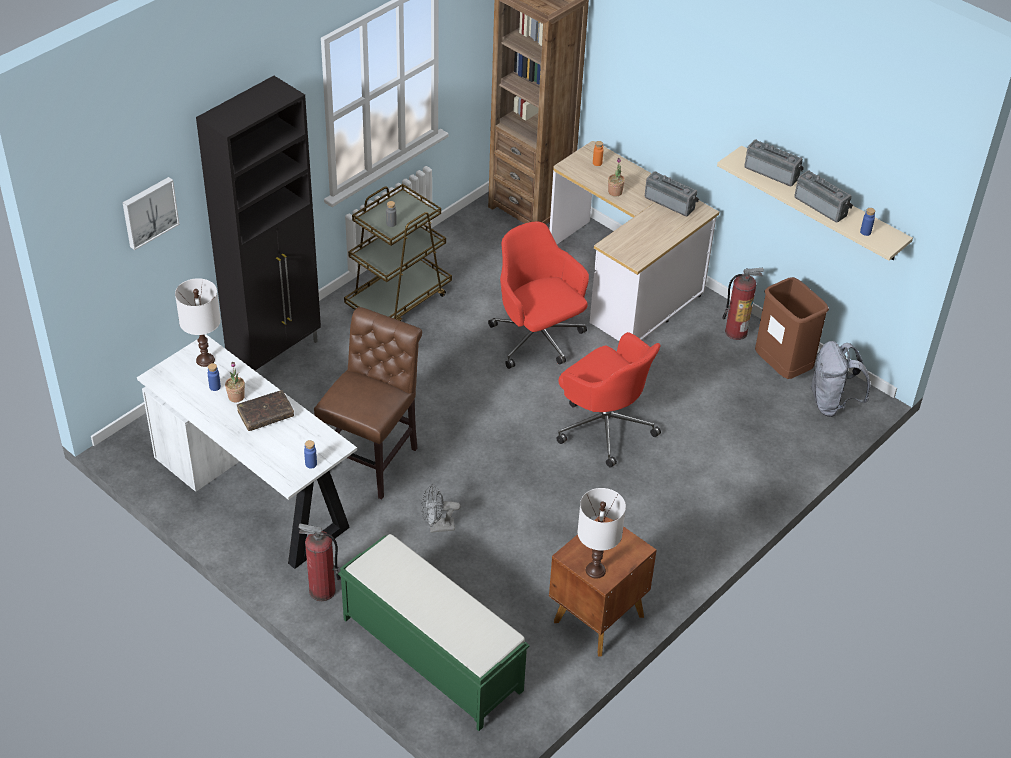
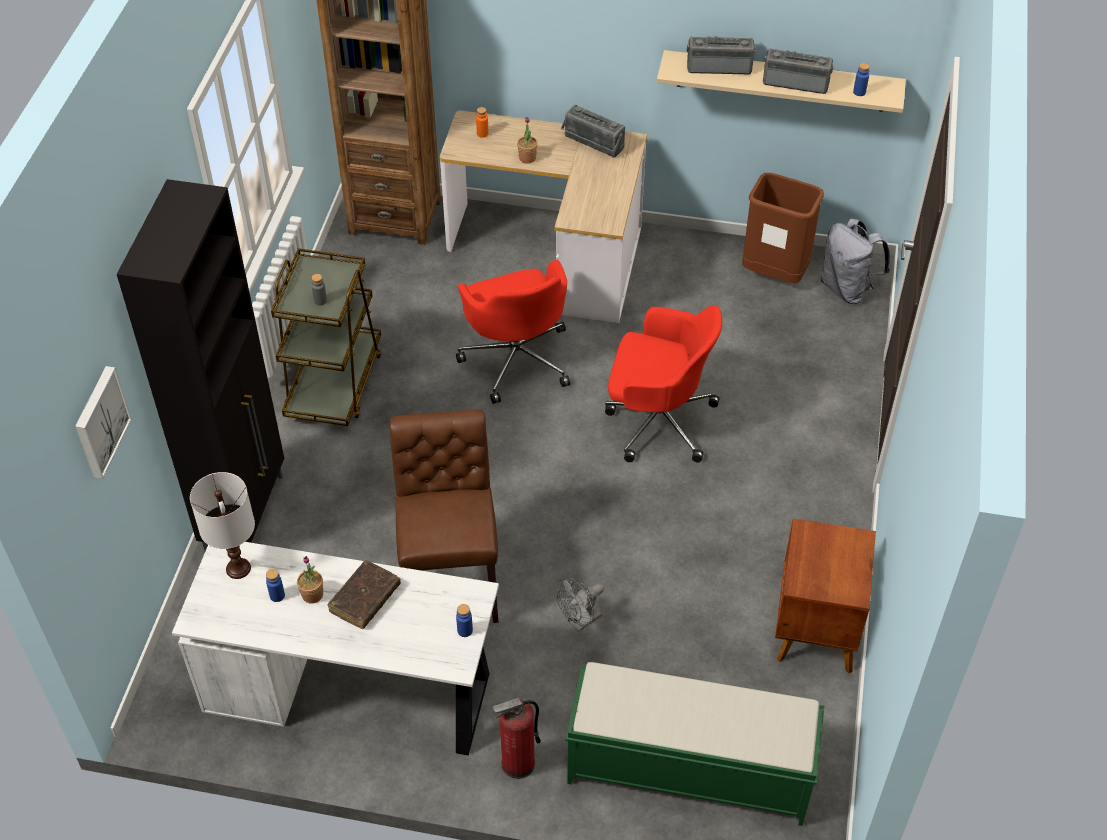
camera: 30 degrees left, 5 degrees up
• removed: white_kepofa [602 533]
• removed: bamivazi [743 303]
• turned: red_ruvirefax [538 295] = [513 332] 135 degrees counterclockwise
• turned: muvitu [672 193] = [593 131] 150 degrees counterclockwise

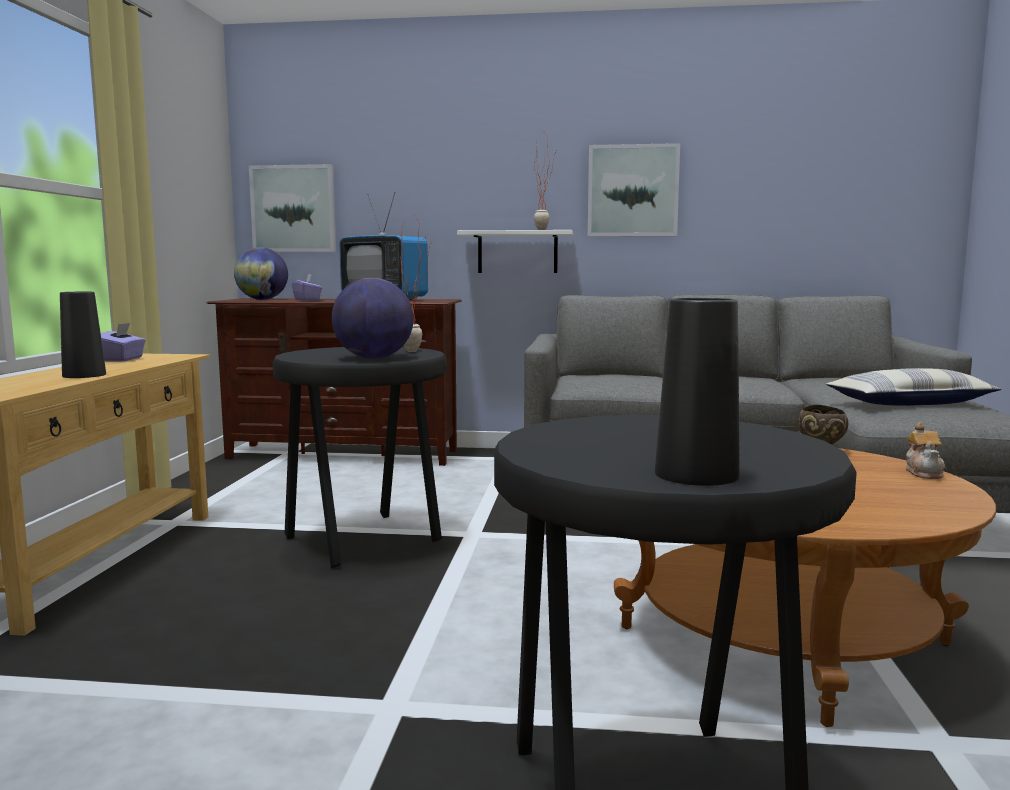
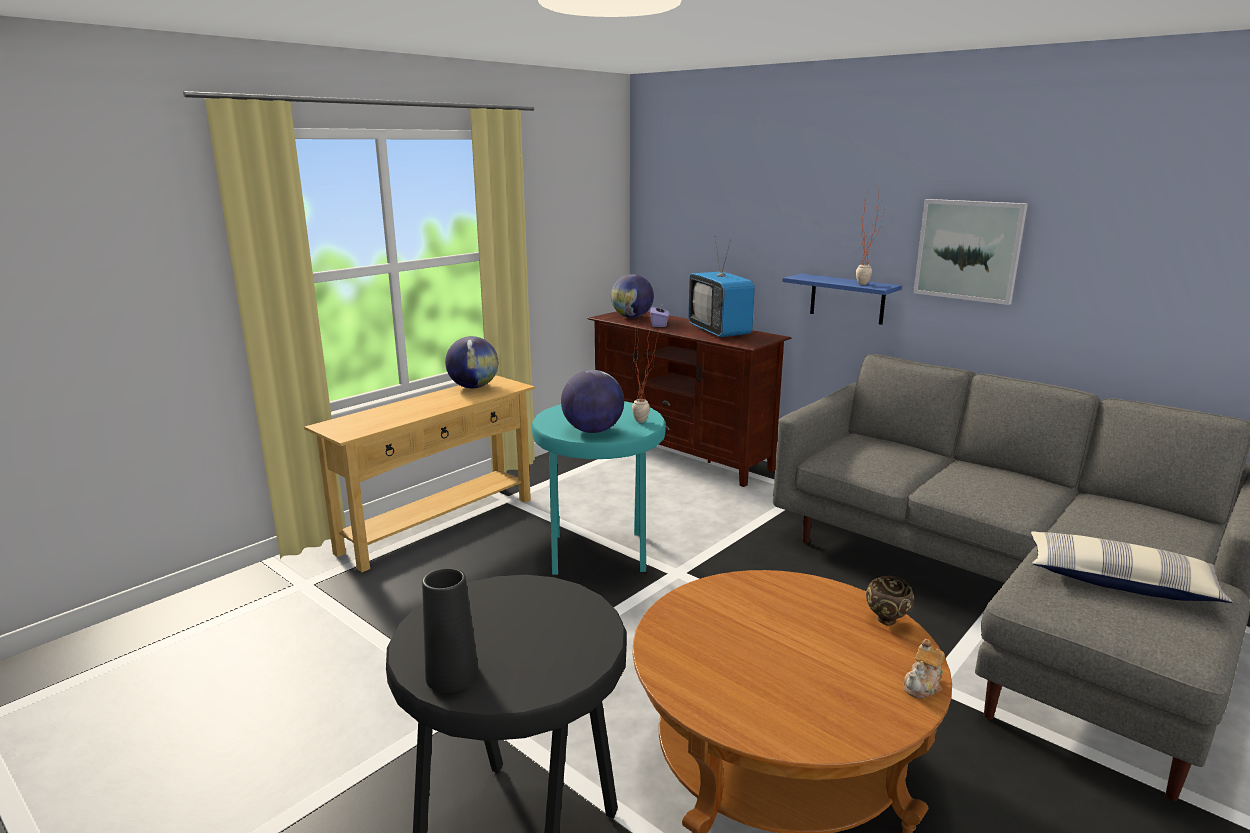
camera: 35 degrees right, 10 degrees up
• removed: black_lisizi [83 335]
• removed: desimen [292 208]
• replaced: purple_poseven [123 342] to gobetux [471 362]
• recoloured: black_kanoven [360 457] to turquoise_kanoven [599 488]
• recoloured: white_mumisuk [515 251] to blue_mumisuk [842 299]

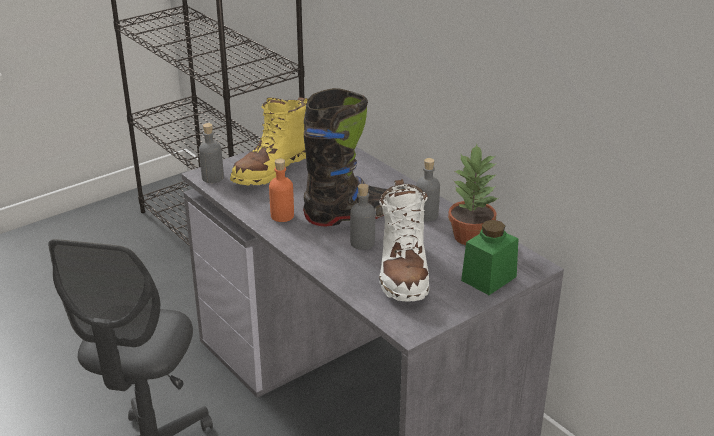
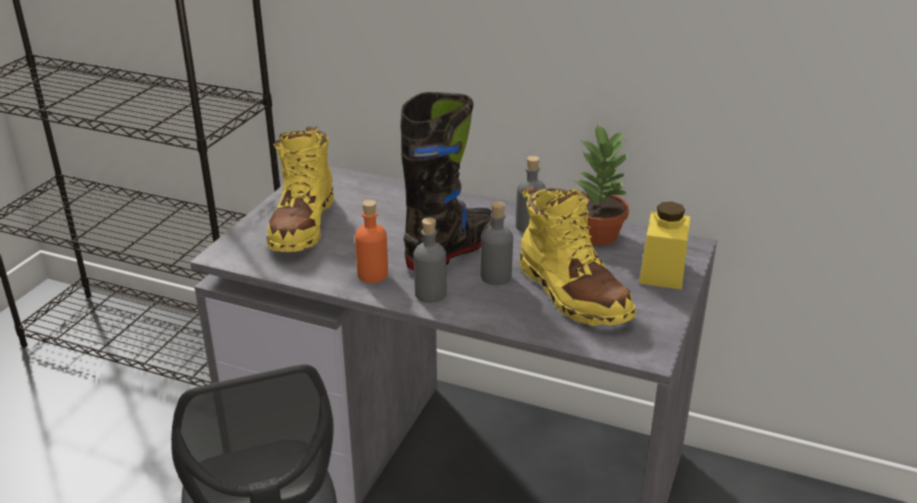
camera: 30 degrees left, 0 degrees up
• moved: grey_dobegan [211 153] to [430 260]
• recoloured: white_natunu [404 240] to yellow_natunu [577 255]
• recoloured: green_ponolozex [489 257] to yellow_ponolozex [664 246]

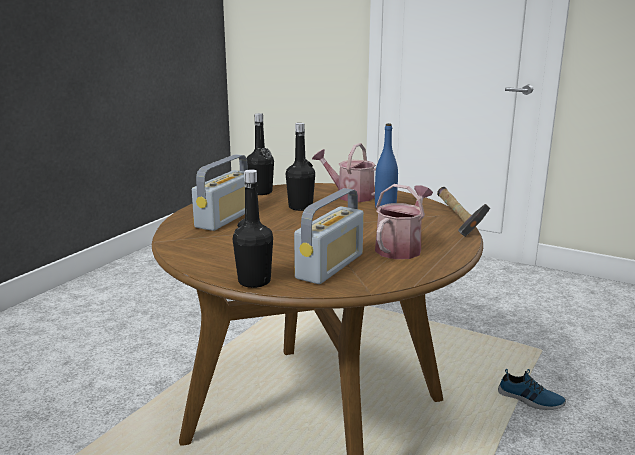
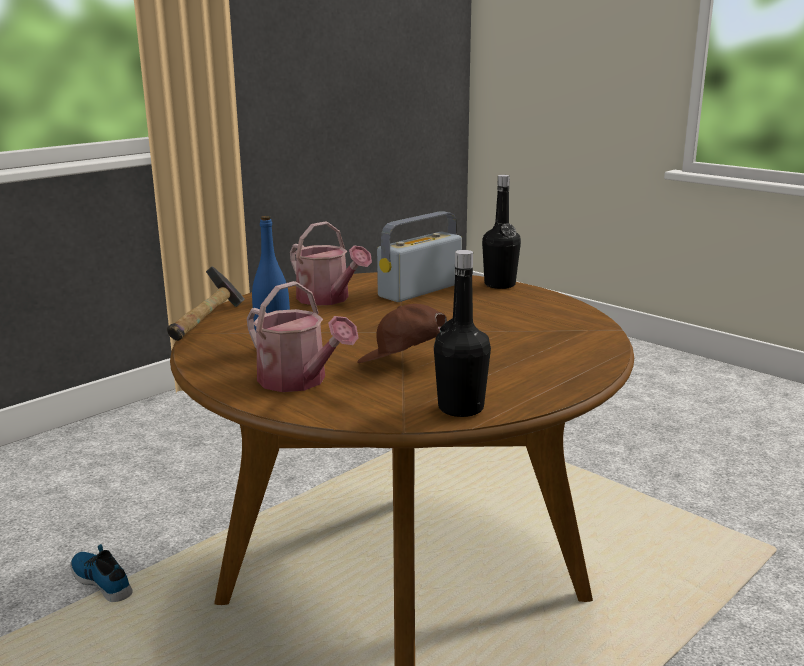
camera: 165 degrees left, 0 degrees up
• removed: muvitu [220 192]
• replaced: black_dobegan [300 167] to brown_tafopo [402 333]
• turned: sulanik [404 221] = [331 263] 90 degrees counterclockwise

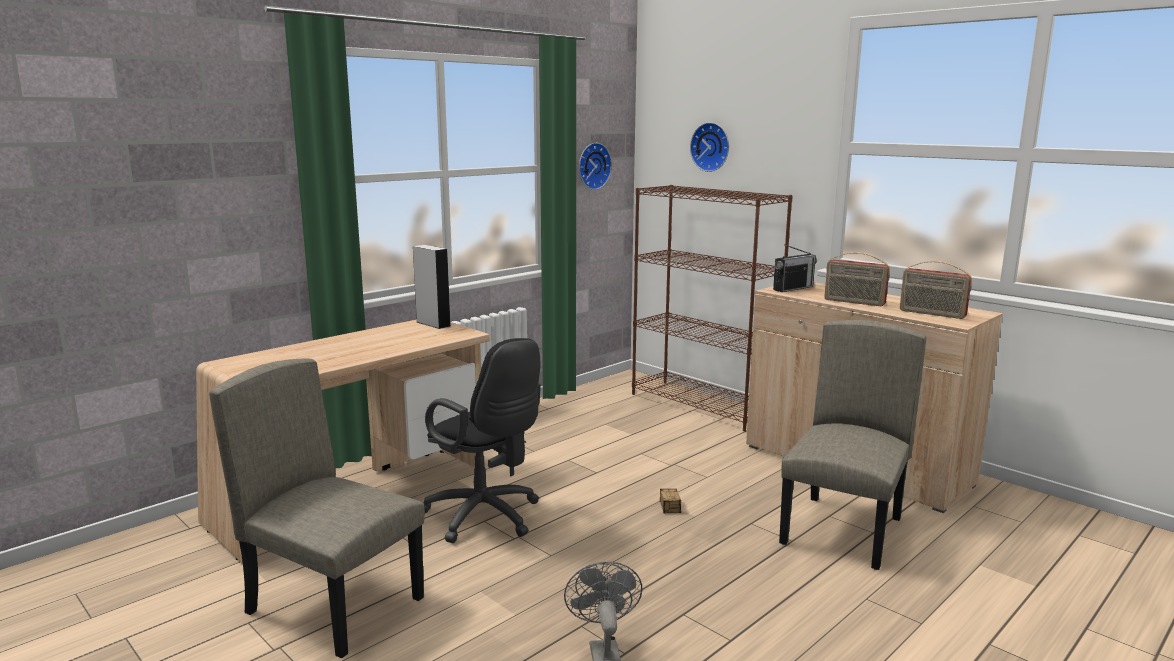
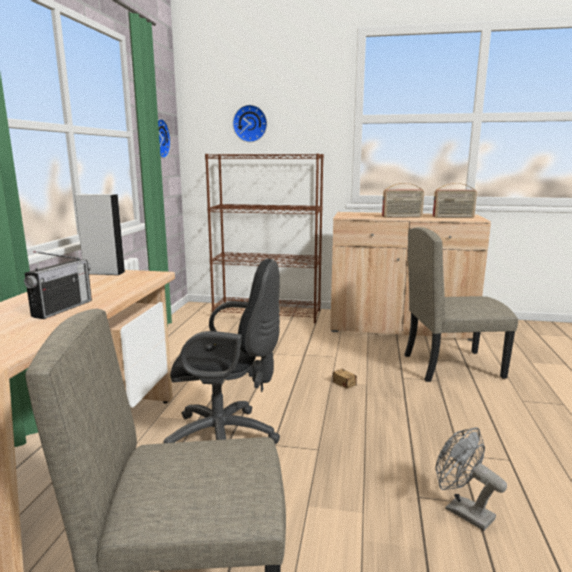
camera: 35 degrees left, 0 degrees up
• moved: muvitu [795 268] to [58 285]
• turned: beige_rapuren [852 445] = [461 304] 90 degrees counterclockwise

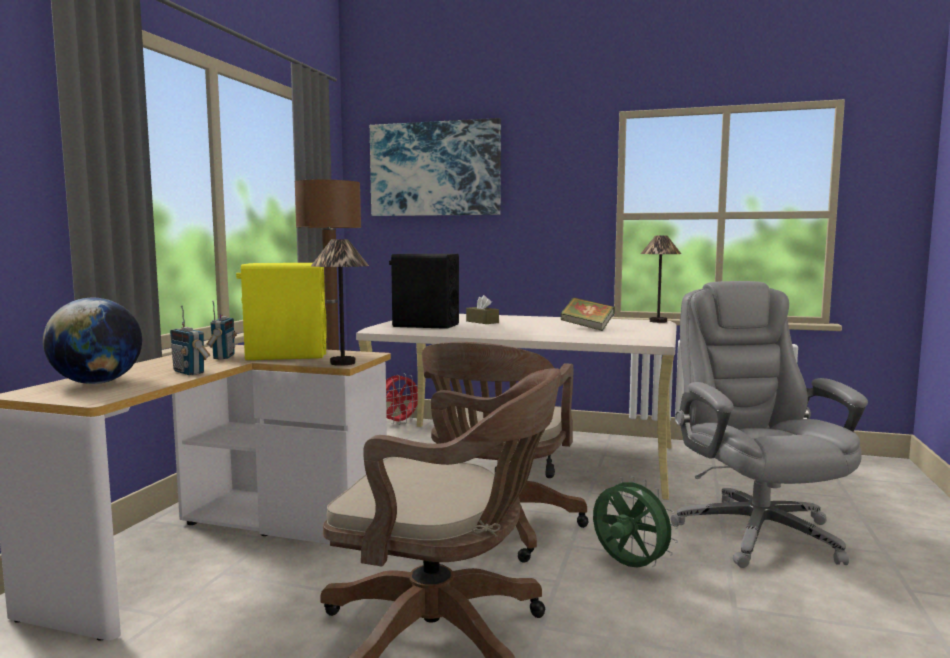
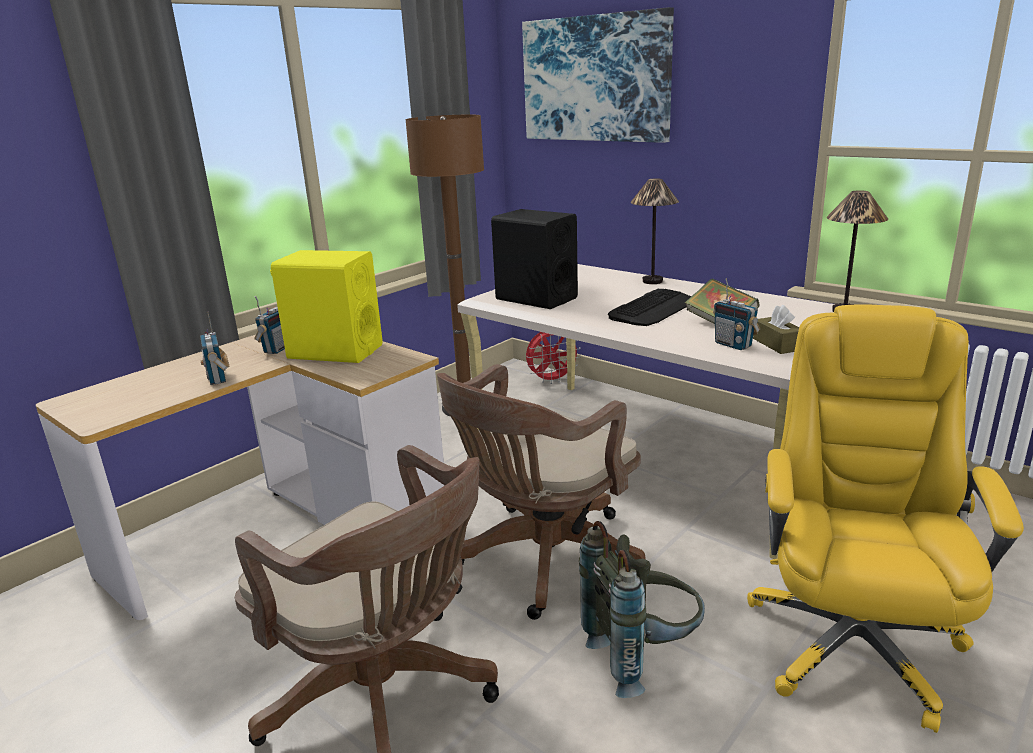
camera: 25 degrees right, 15 degrees up
• removed: gobetux [92 341]
• added: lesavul [649 307]
• added: muvitu [736 314]
• moved: kepofa [340 302] to [655 231]
• moved: brown_poseven [482 309] to [776 329]
• replaced: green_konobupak [636 521] to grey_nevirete [642 609]
• recoloured: grey_ruvirefax [769 424] to yellow_ruvirefax [885 518]

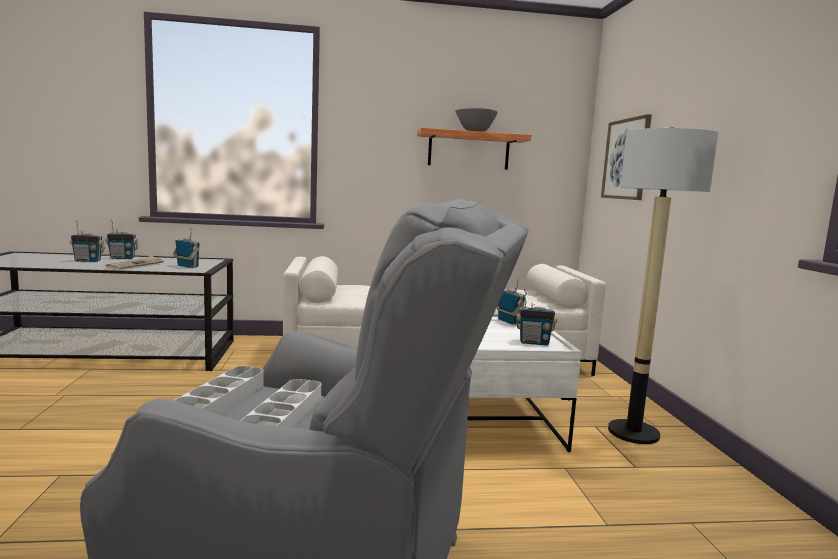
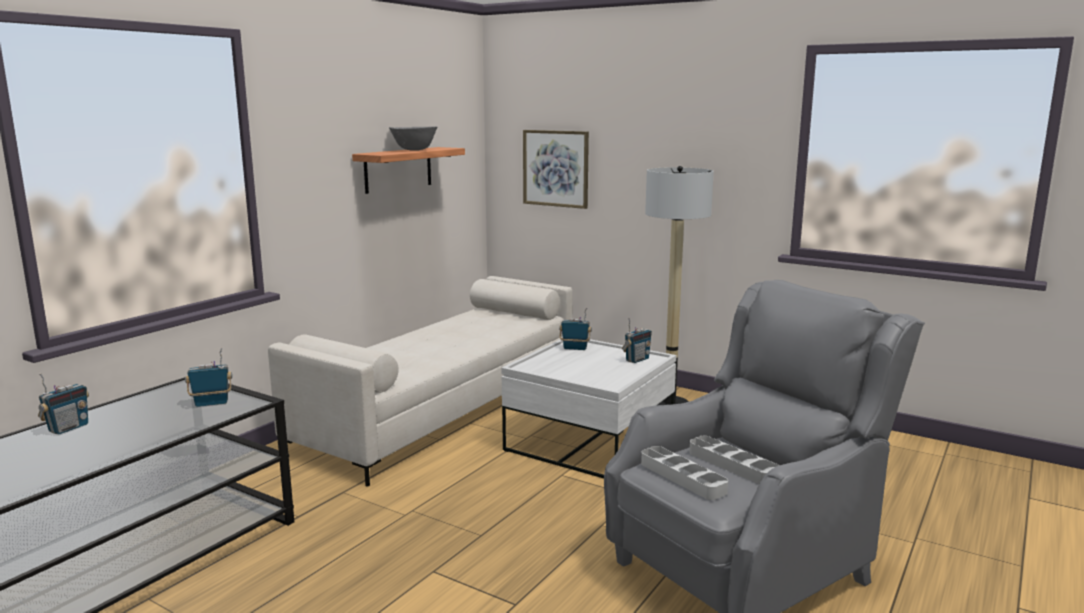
camera: 50 degrees left, 5 degrees up
• removed: muvitu [87 241]
• removed: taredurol [134 263]

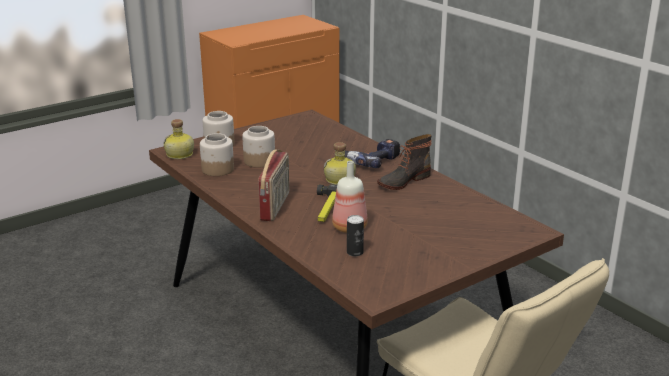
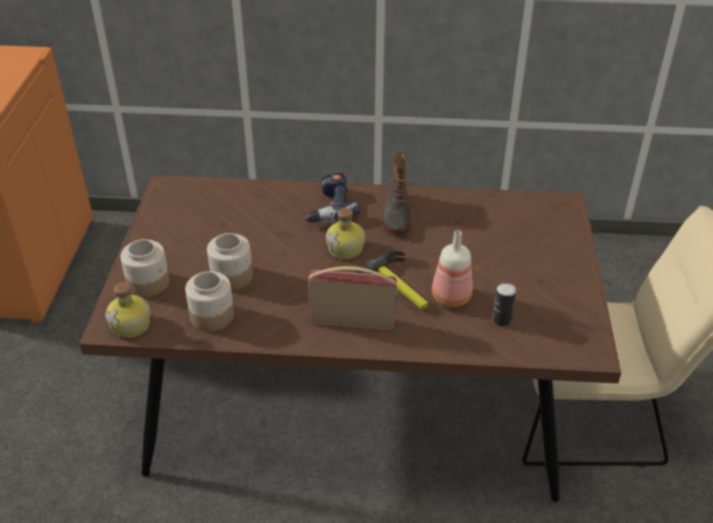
camera: 50 degrees left, 15 degrees up
• turned: muvitu [273 185] = [353 297] 45 degrees counterclockwise

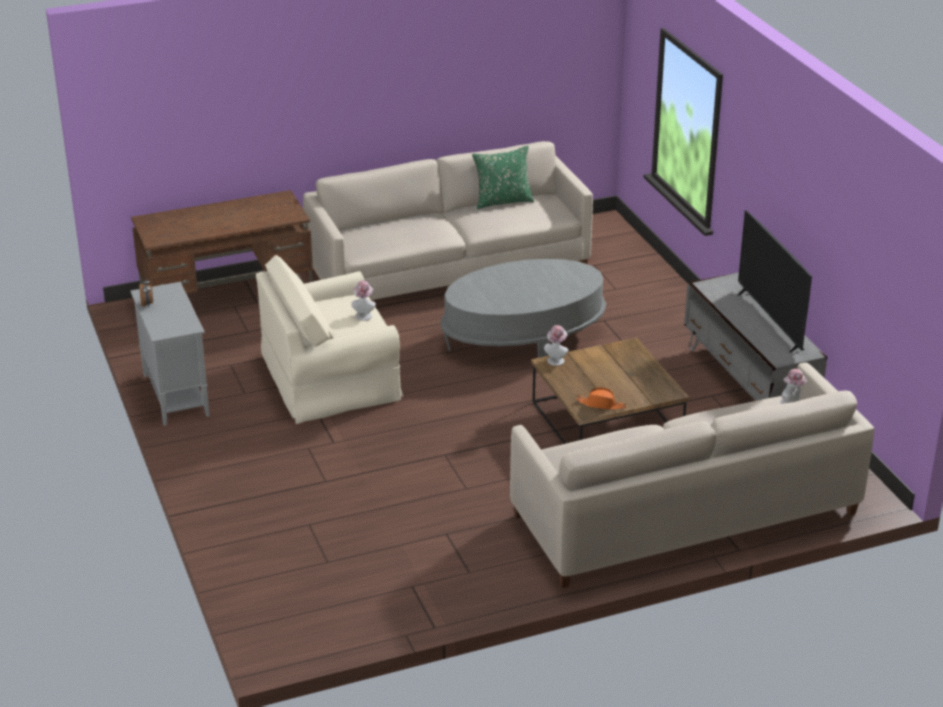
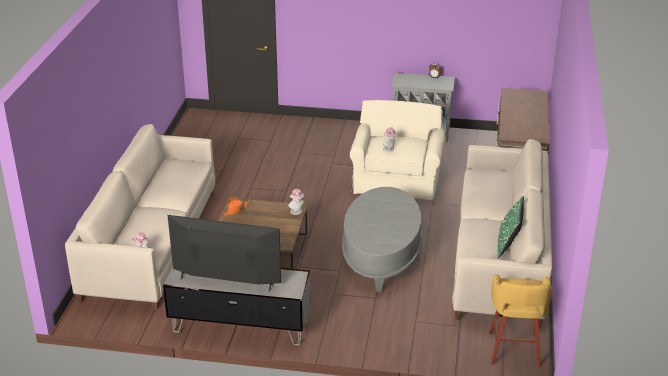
camera: 120 degrees right, 0 degrees up
• added: yellow_kanoven [520 320]

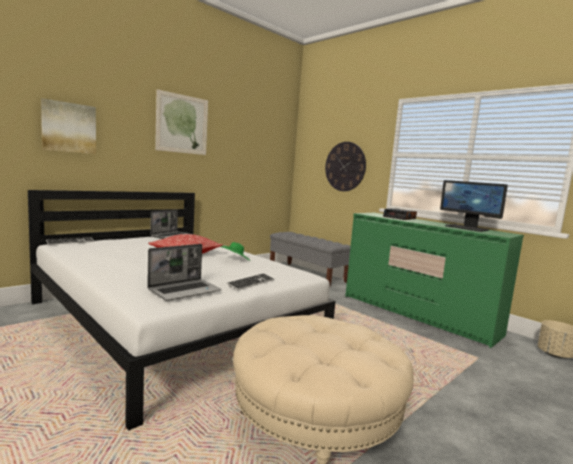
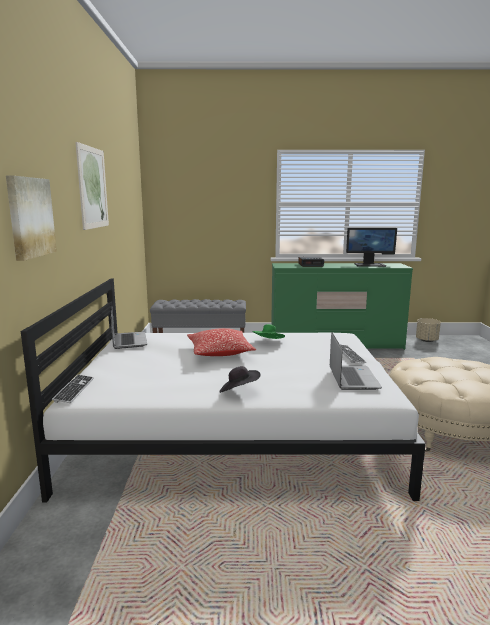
camera: 45 degrees left, 5 degrees up
• removed: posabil [345 166]
• added: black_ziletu [240 379]

